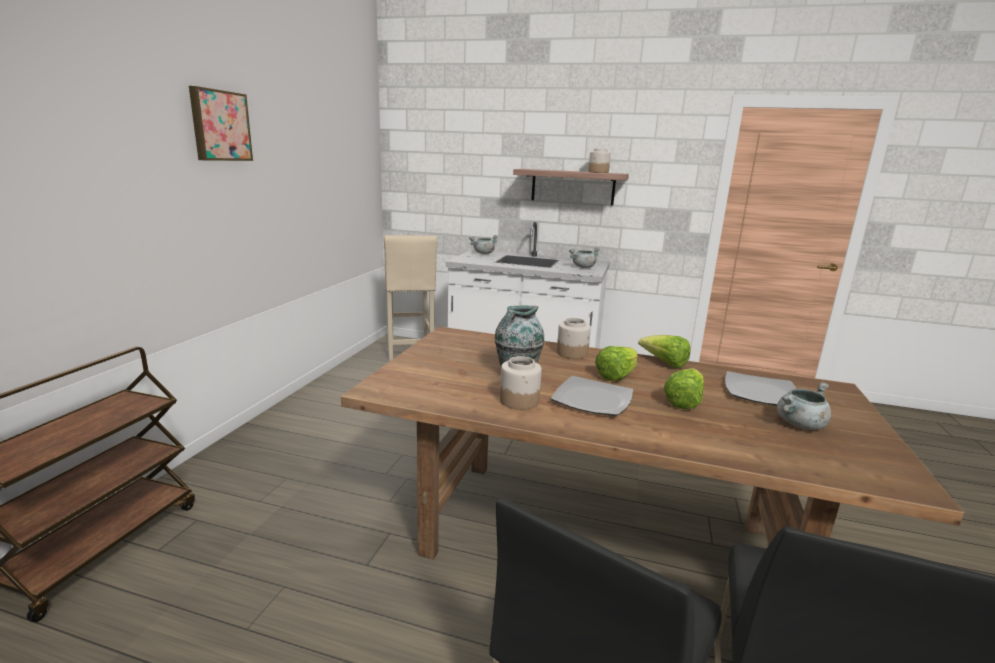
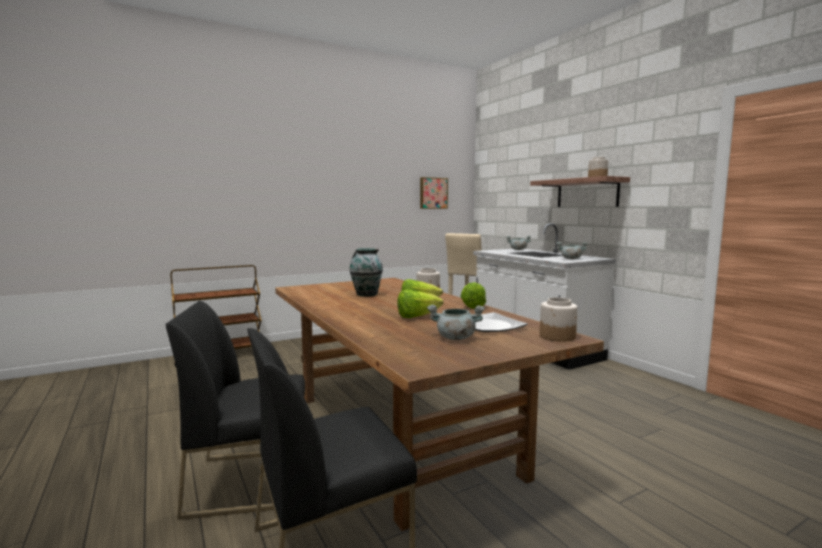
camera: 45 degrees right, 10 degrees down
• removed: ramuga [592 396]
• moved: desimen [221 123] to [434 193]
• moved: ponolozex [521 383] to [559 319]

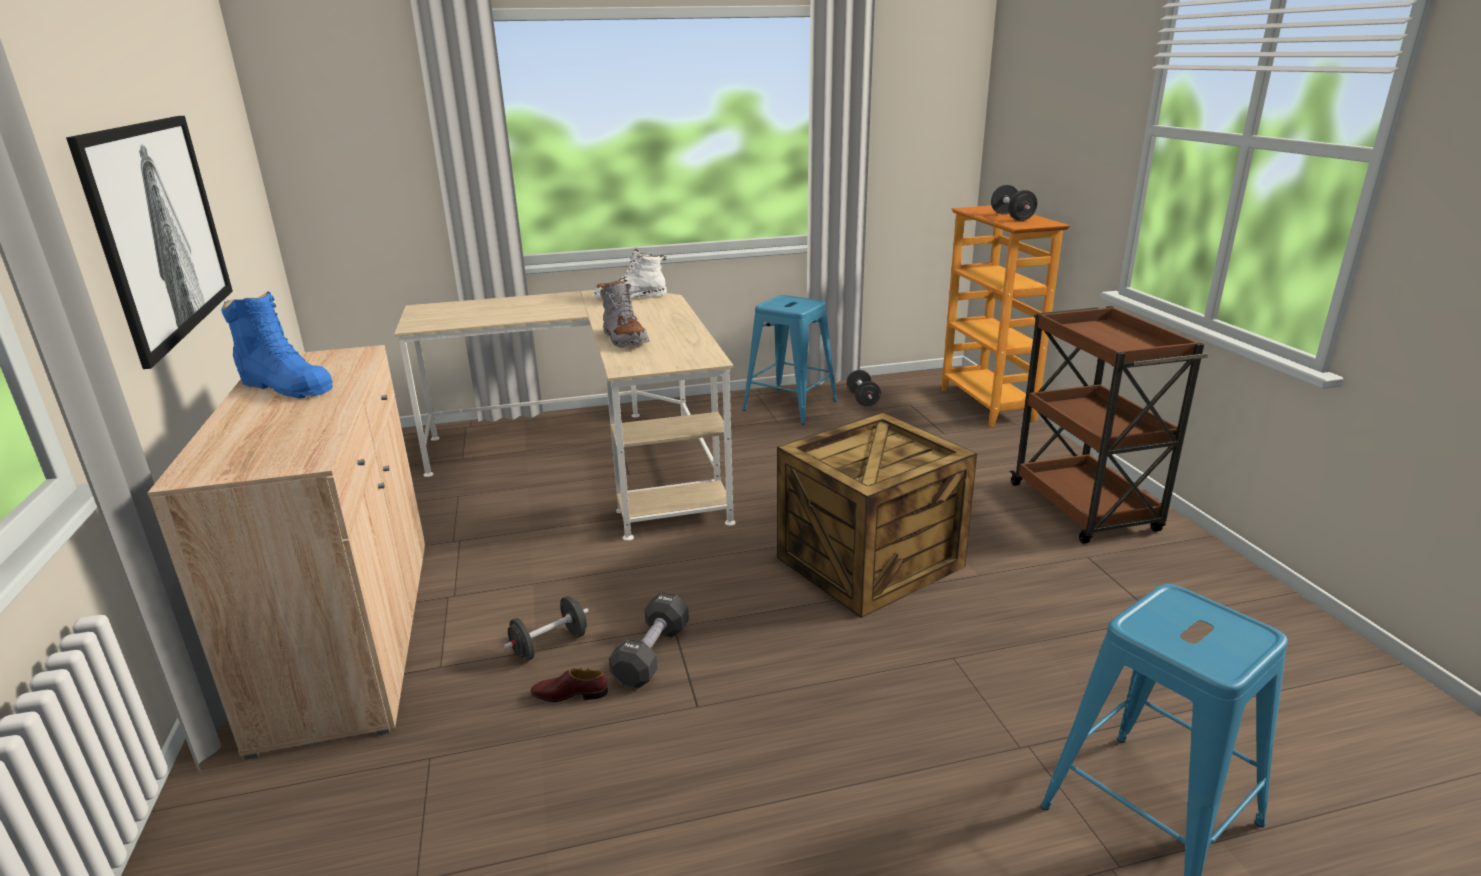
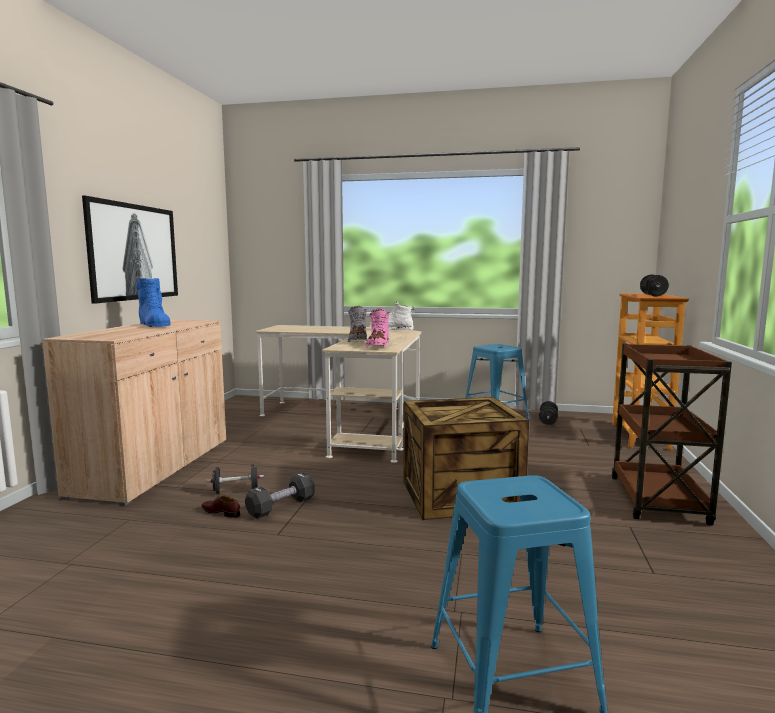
camera: 25 degrees right, 15 degrees down
• added: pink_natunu [377 328]

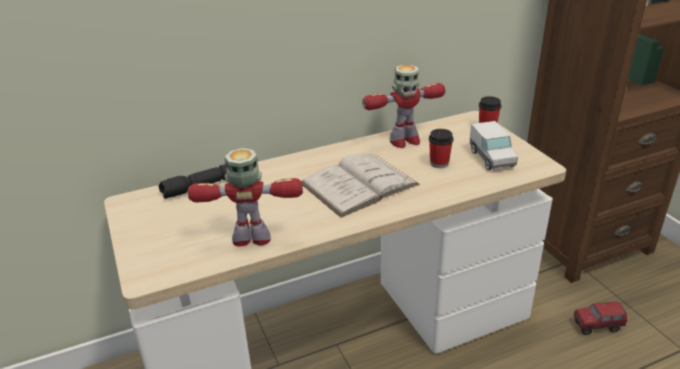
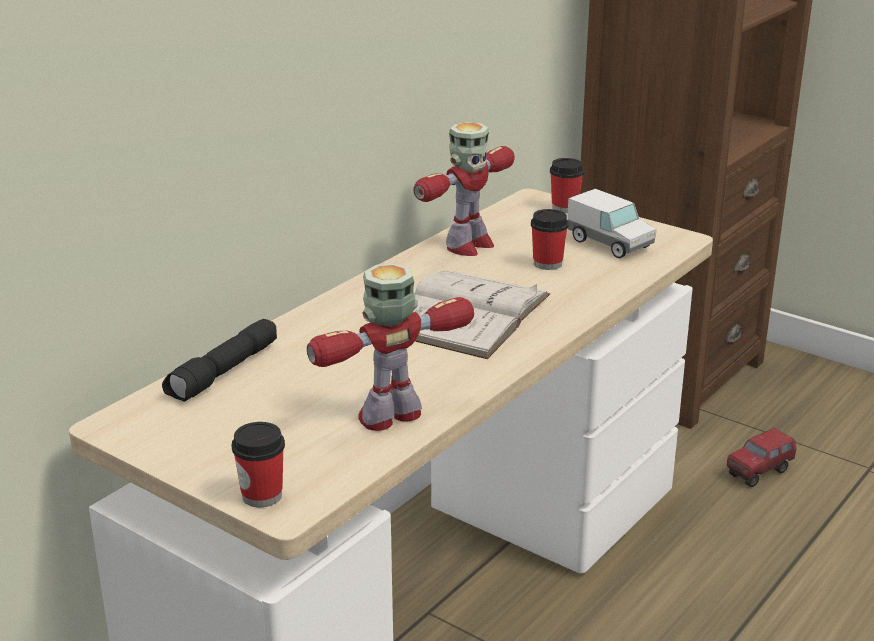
camera: 30 degrees left, 5 degrees down
• added: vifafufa [258 464]

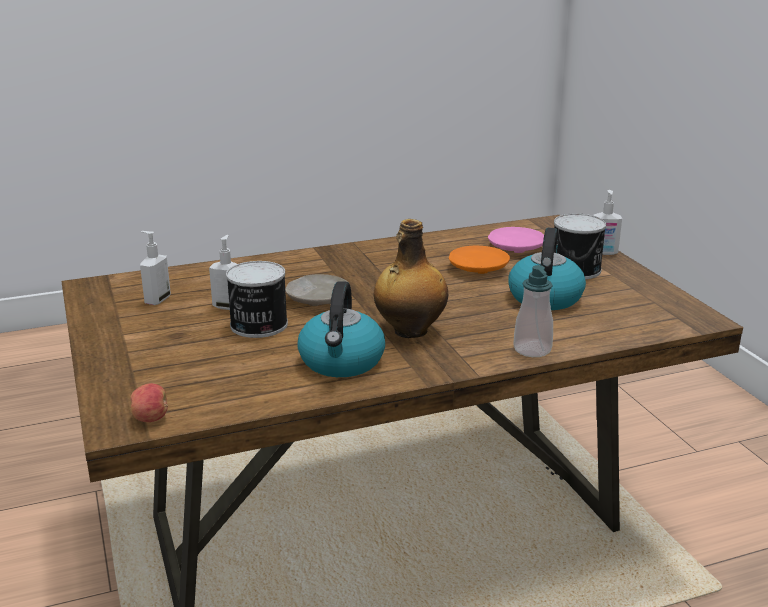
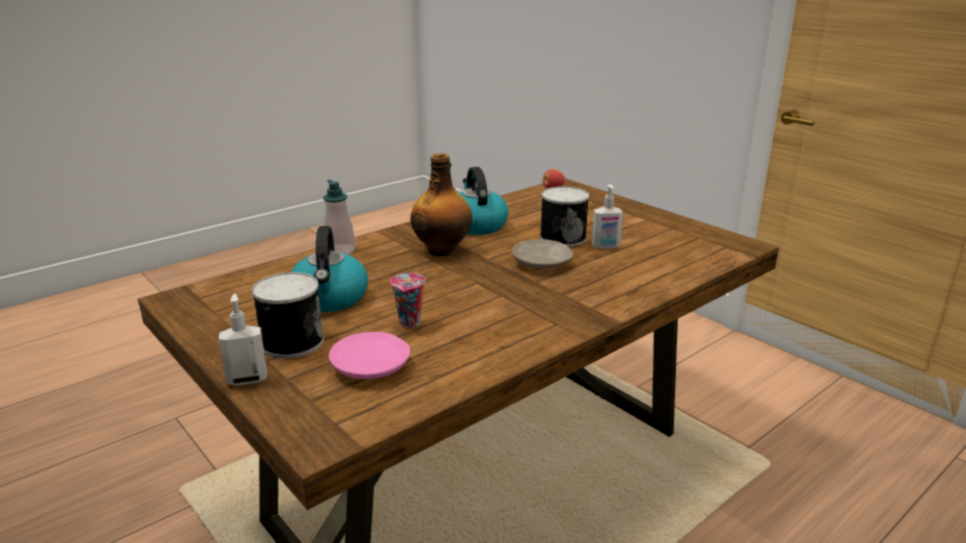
camera: 160 degrees right, 0 degrees up
• removed: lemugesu [155 268]
• replaced: orange_ramuga [479 260] to vifafufa [408 300]

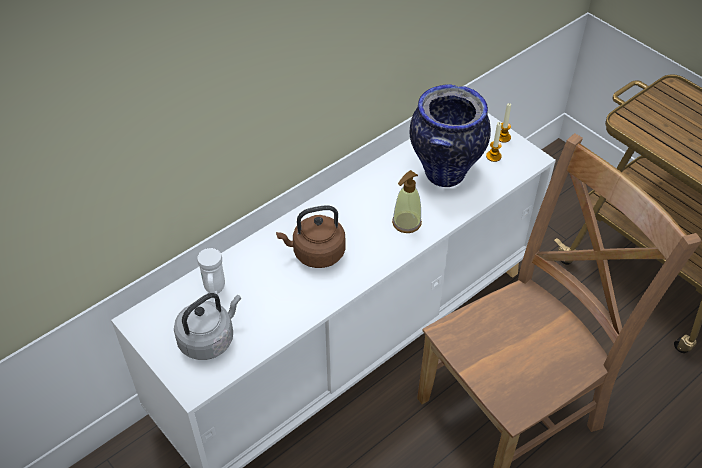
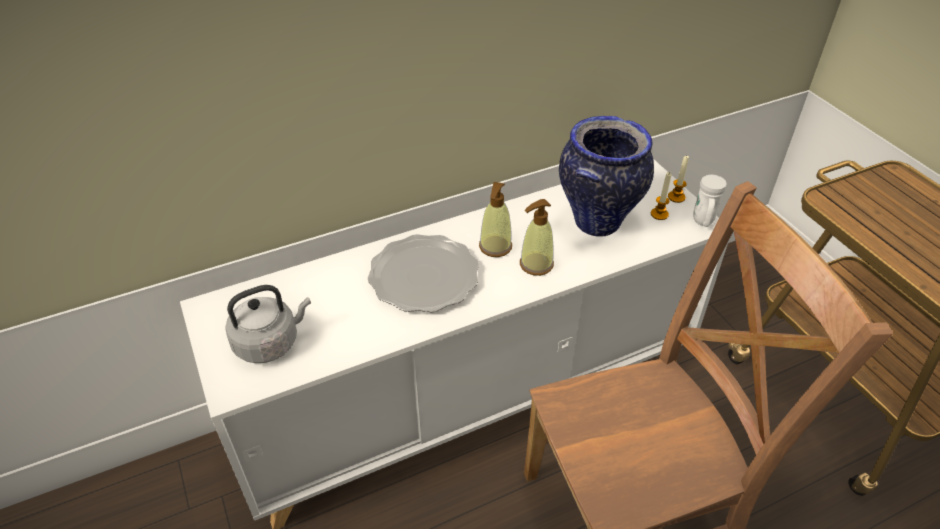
camera: 15 degrees right, 5 degrees down
• added: lemugesu [495 219]
• moved: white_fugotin [211 271] to [710 201]
• replaced: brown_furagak [311 236] to ramuga [423 273]

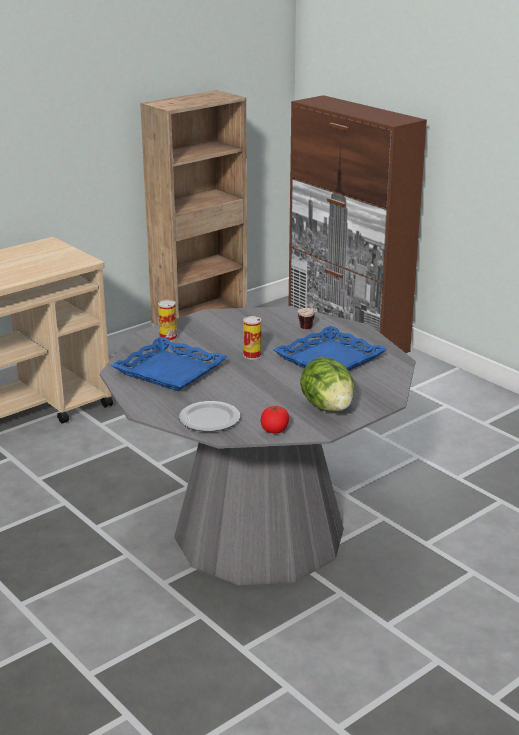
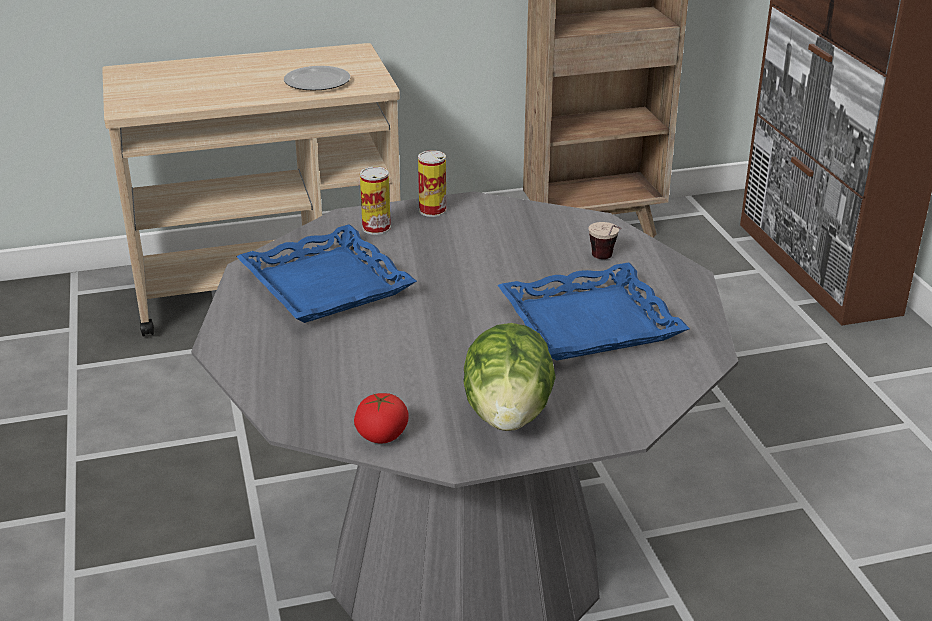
camera: 25 degrees right, 5 degrees up
• moved: ramuga [209 416] to [317 78]
• moved: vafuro [252 338] to [432 183]

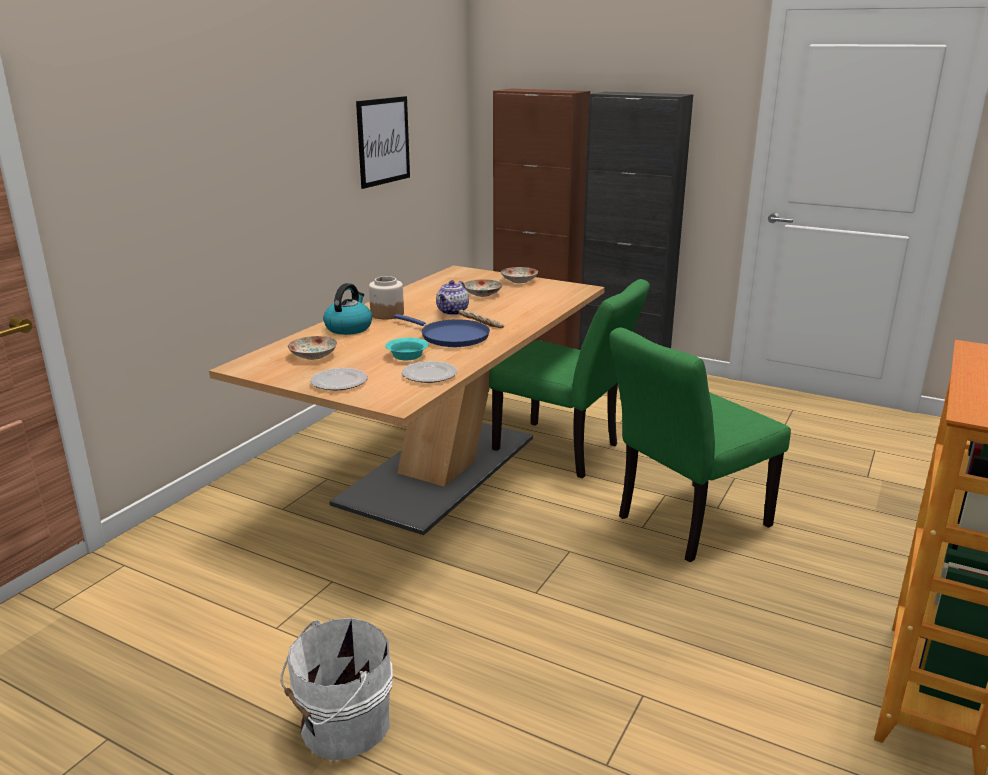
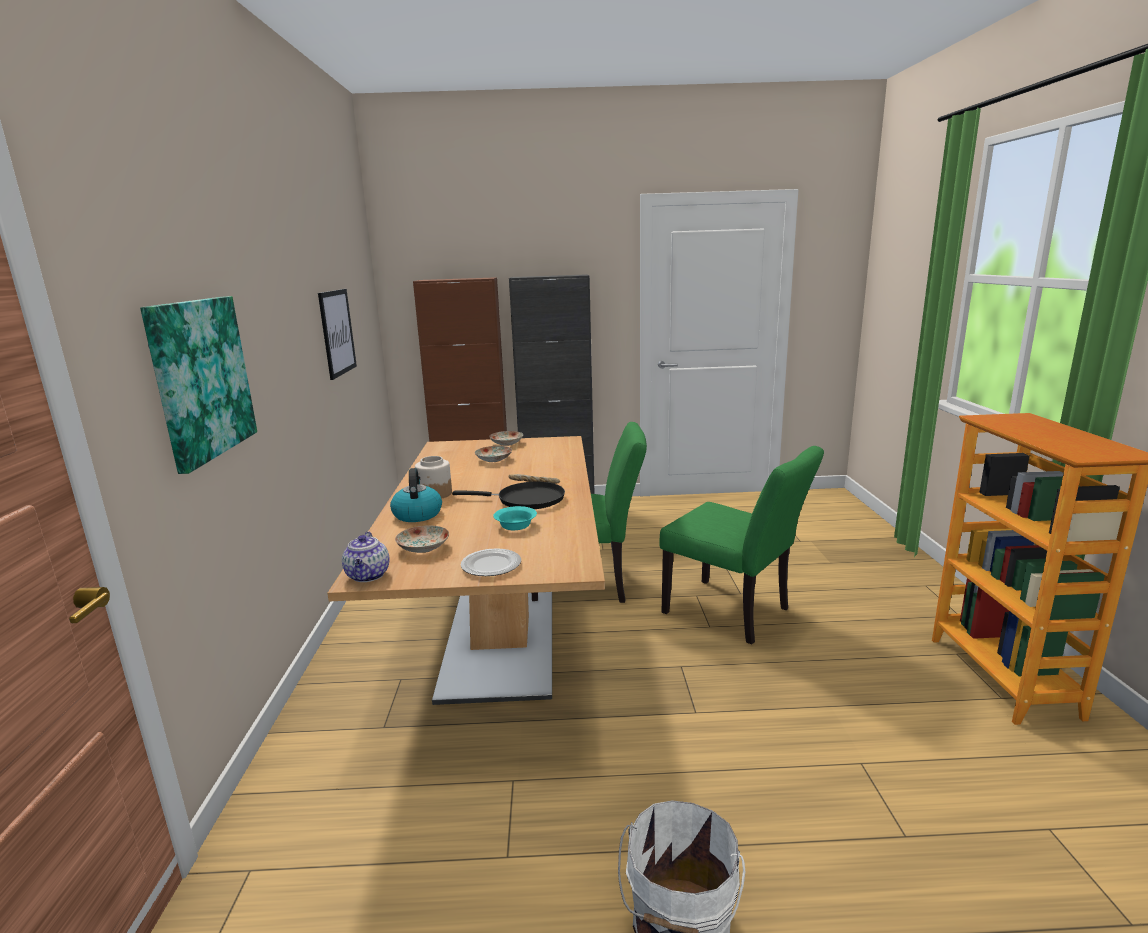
camera: 30 degrees left, 5 degrees down
• removed: ramuga [429 372]
• added: desimen [198 385]
• moved: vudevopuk [452 297] to [366 557]
• recoloured: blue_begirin [442 330] to black_begirin [508 495]
• turned: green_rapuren [700 444] = [742 545] 75 degrees counterclockwise

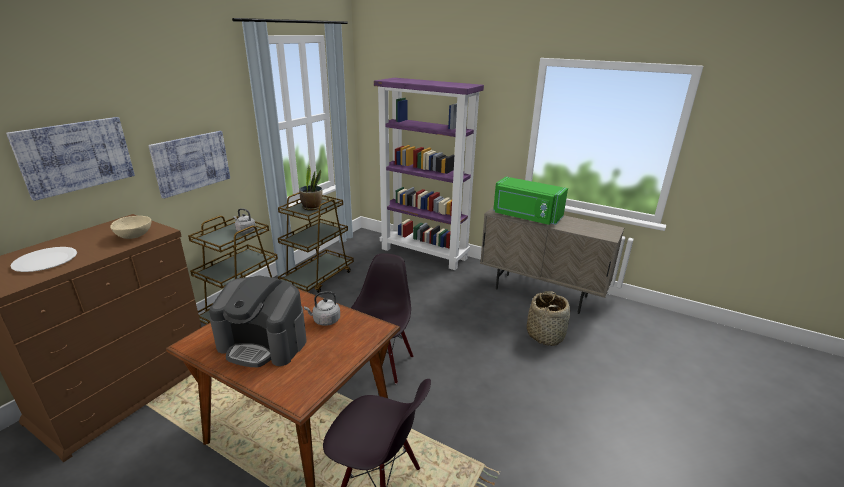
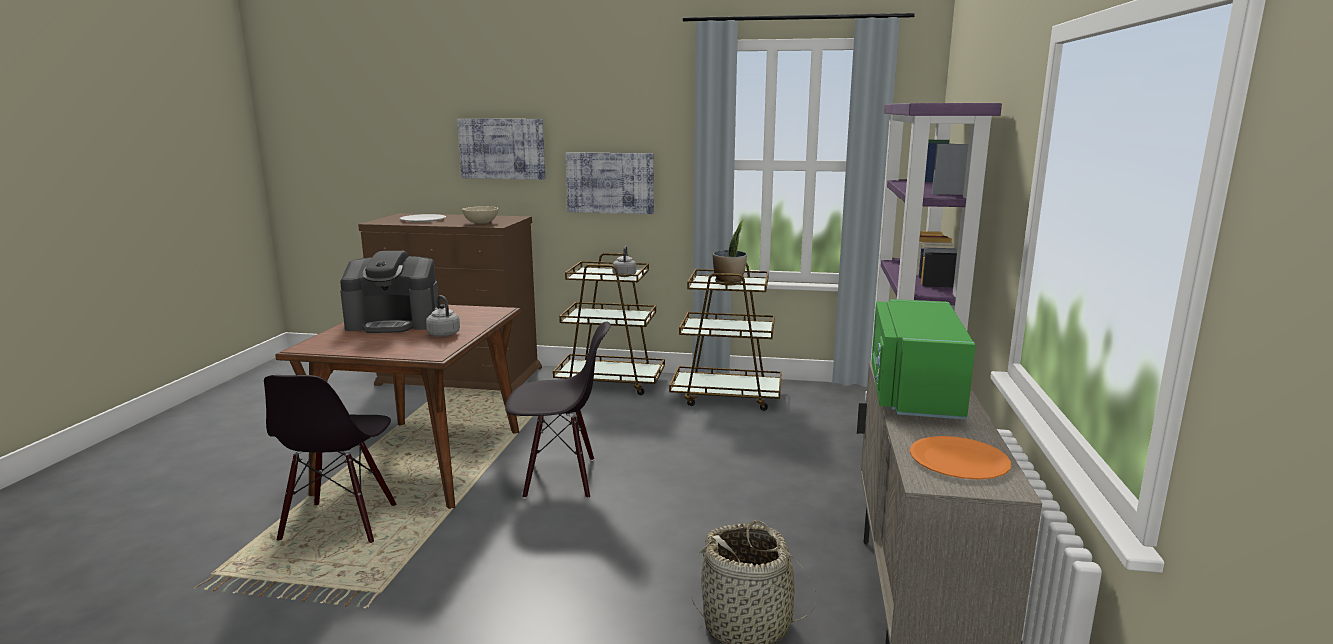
camera: 70 degrees right, 10 degrees down
• added: orange_ramuga [960 458]
• turned: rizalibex [258 321] = [389 292] 90 degrees counterclockwise

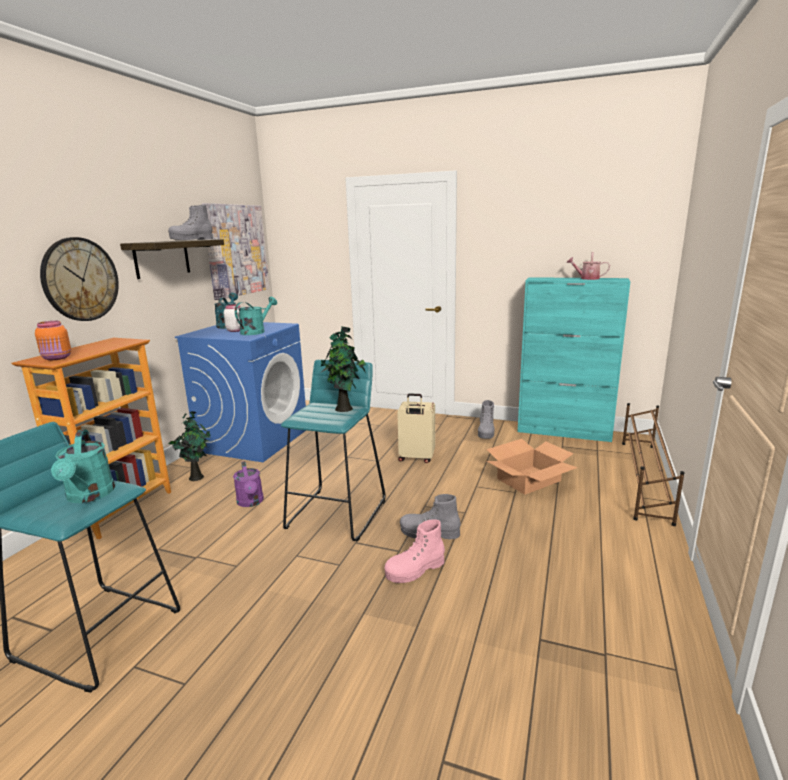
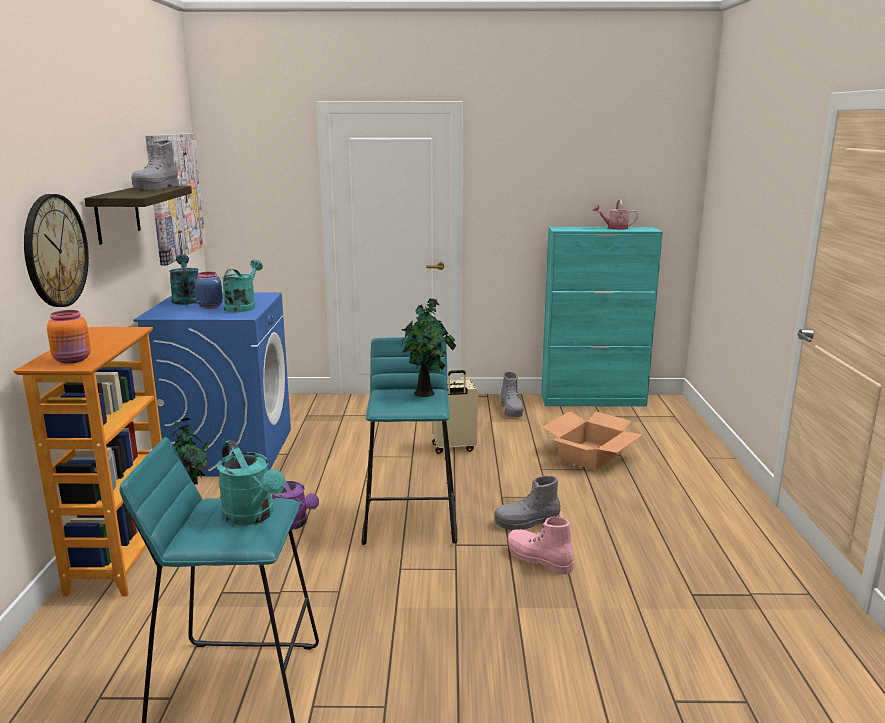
camera: 20 degrees left, 0 degrees up
• removed: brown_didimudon [653 464]
• recoloured: white_ponolozex [232 318] to blue_ponolozex [209 290]
• turned: pink_natunu [414 551] = [541 545] 90 degrees clockwise

